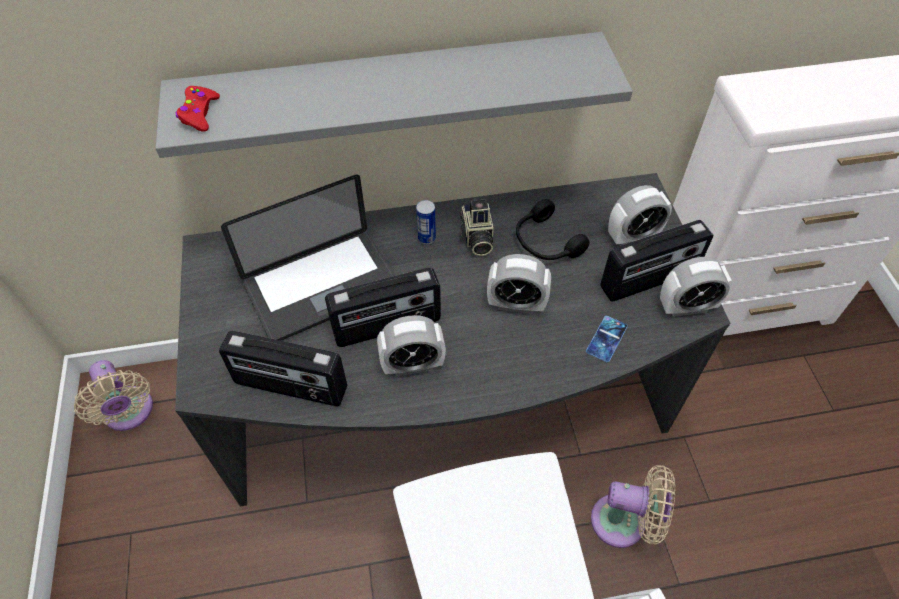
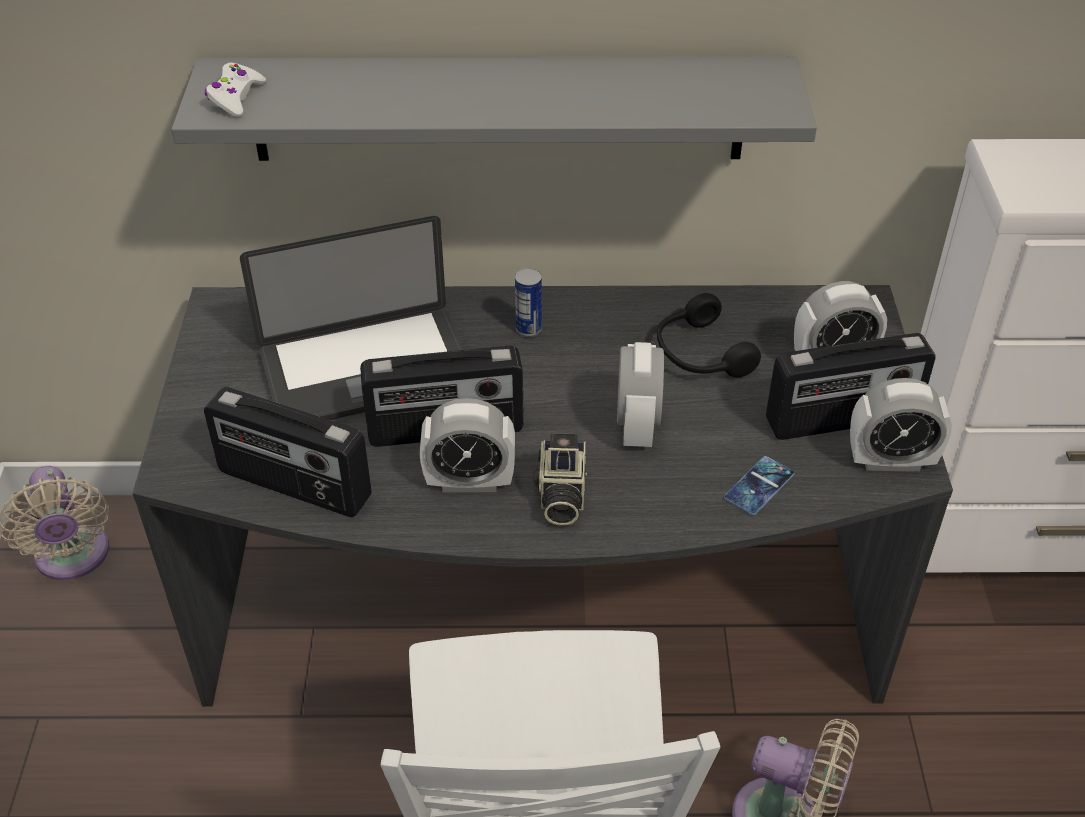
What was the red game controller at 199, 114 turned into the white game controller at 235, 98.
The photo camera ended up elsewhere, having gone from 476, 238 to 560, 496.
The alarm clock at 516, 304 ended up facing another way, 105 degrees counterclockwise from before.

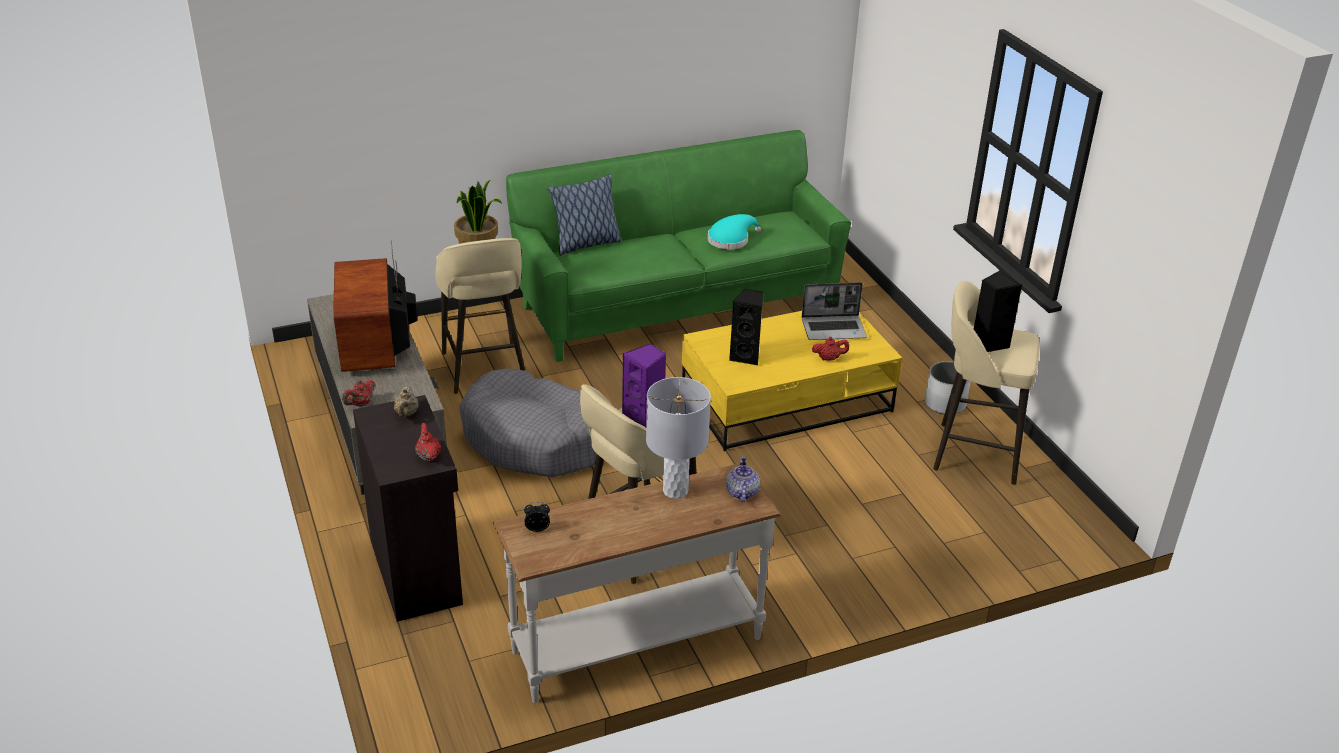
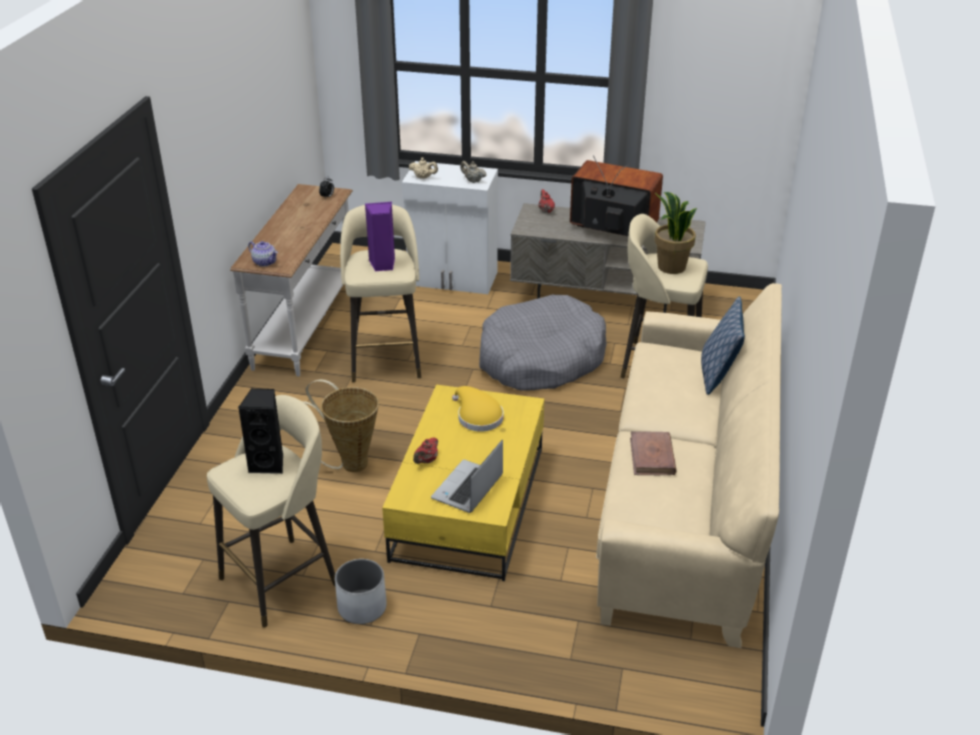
What was the black cabinet at 417, 571 turned into the white cabinet at 453, 279.
What was the red teapot at 428, 456 turned into the beige teapot at 423, 177.
What was the green sofa at 677, 306 turned into the beige sofa at 684, 508.
The second view lost the grey table lamp at 675, 490.
Where the turquoise hat stood at 731, 239, the brown book came to stand at 652, 456.
Where the black speaker stood at 746, 356, the yellow hat came to stand at 477, 417.
The second view gained the basket at 348, 463.

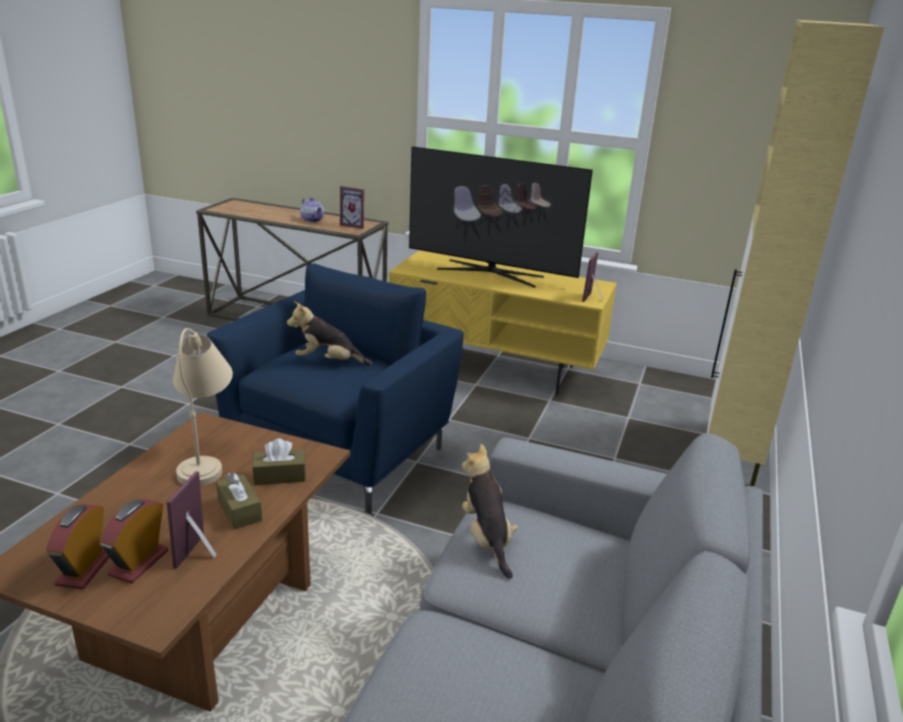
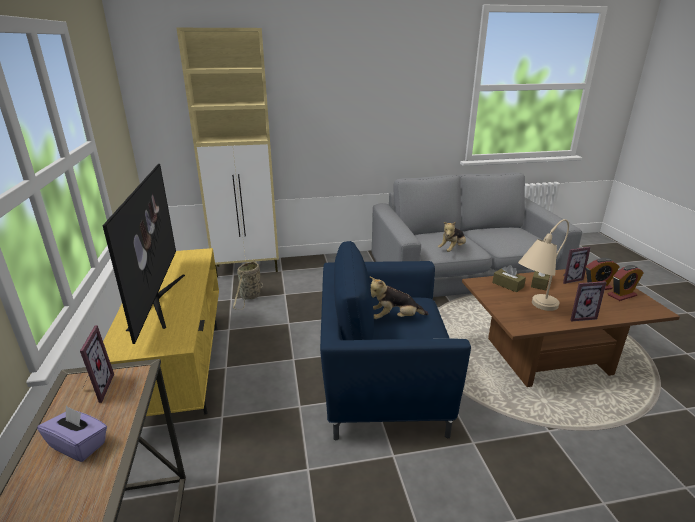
The plush toy at 328, 362 ended up facing another way, 105 degrees clockwise from before.
Where the teapot stood at 313, 220, the purple tissue box came to stand at 79, 445.
The picture frame ended up elsewhere, having gone from 594, 298 to 579, 316.
The second view gained the basket at 250, 297.

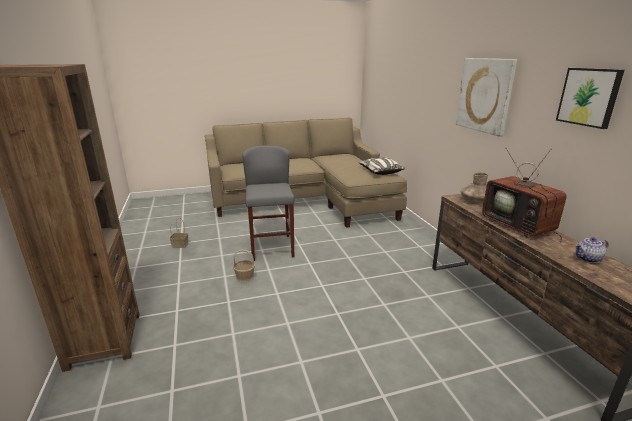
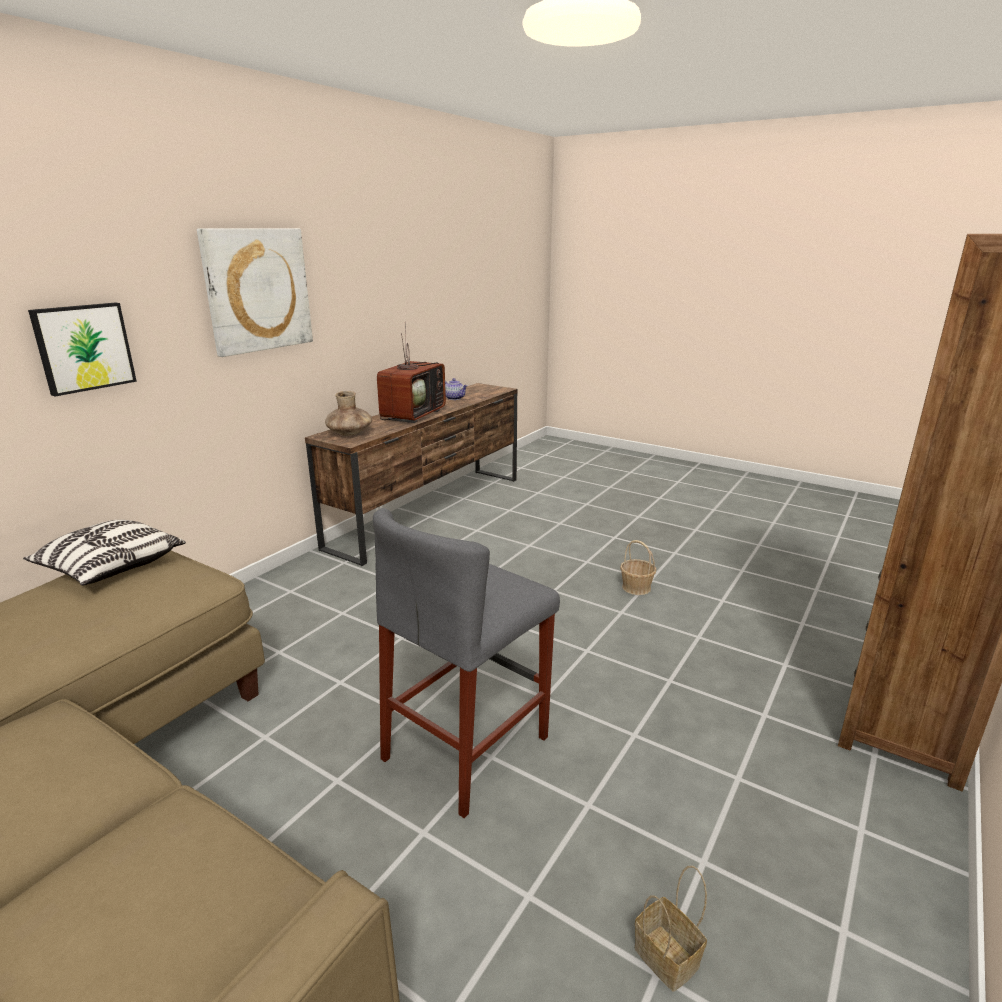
The basket ended up elsewhere, having gone from 244, 277 to 636, 588.
The picture ended up elsewhere, having gone from 589, 97 to 83, 347.

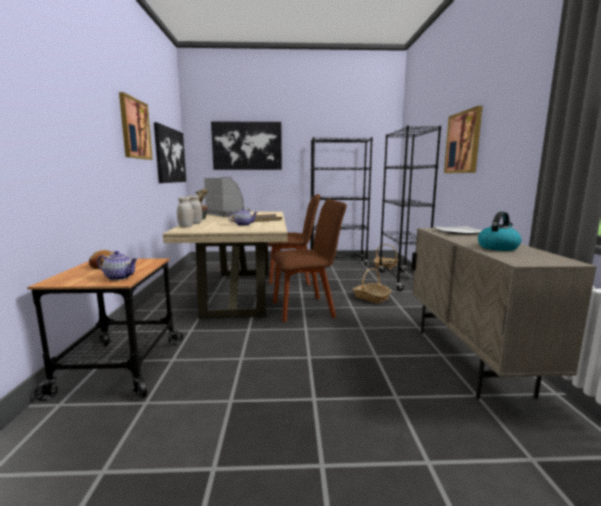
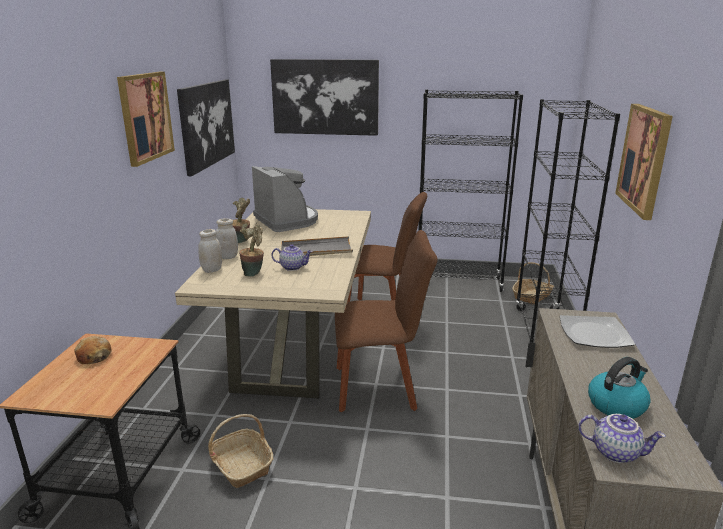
The teapot ended up elsewhere, having gone from 120, 277 to 616, 452.
The basket ended up elsewhere, having gone from 371, 298 to 241, 465.
The second view gained the potted plant at 254, 273.

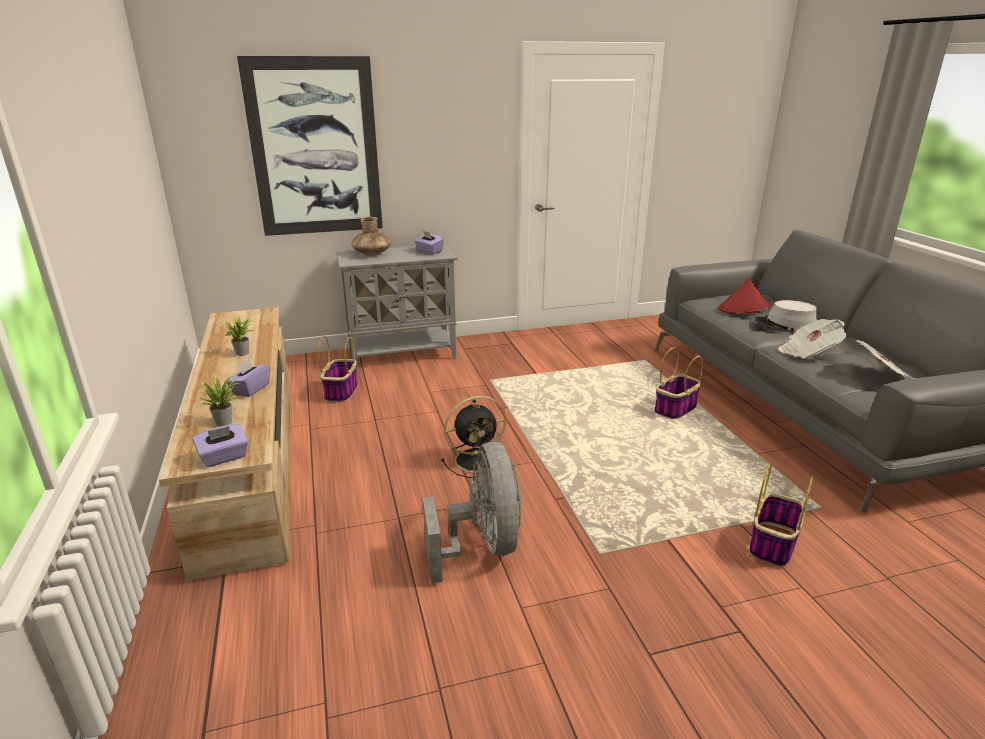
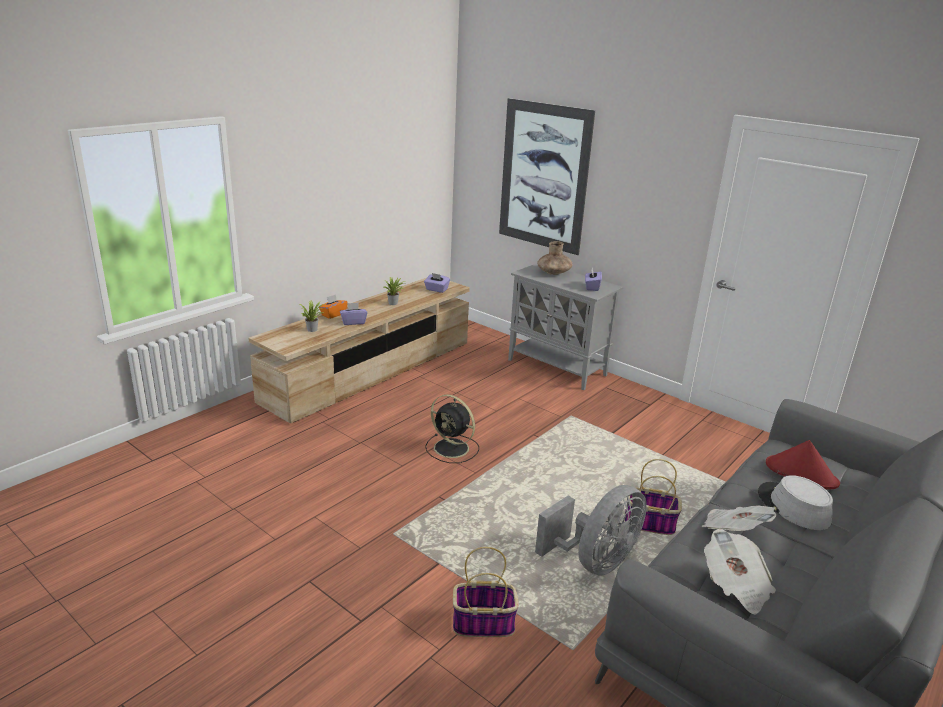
The purple tissue box ended up elsewhere, having gone from 224, 457 to 436, 290.
The second view lost the basket at 341, 392.
The grey fan ended up elsewhere, having gone from 482, 546 to 595, 562.
The second view gained the orange tissue box at 333, 314.

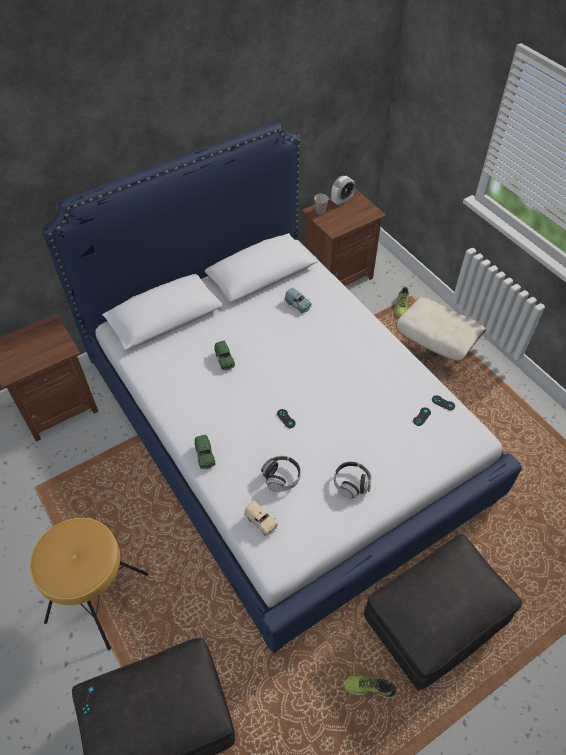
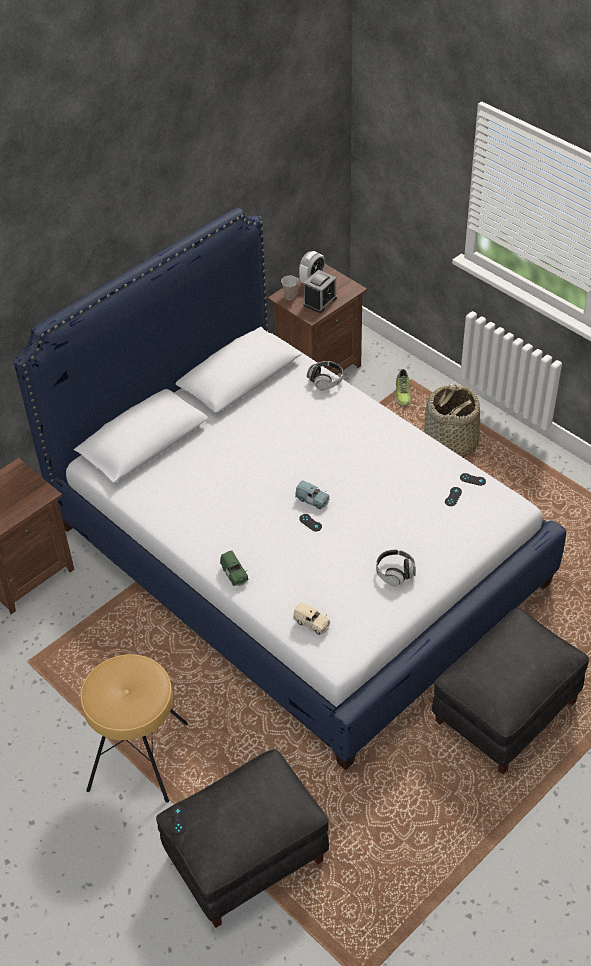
The second view lost the green toy car at 224, 360.
The headphones ended up elsewhere, having gone from 281, 477 to 325, 381.
The blue toy car ended up elsewhere, having gone from 298, 305 to 312, 500.
The second view lost the shoe at 369, 687.
Where the beige ottoman stood at 432, 356, the basket came to stand at 450, 443.
The second view gained the alarm clock at 320, 301.

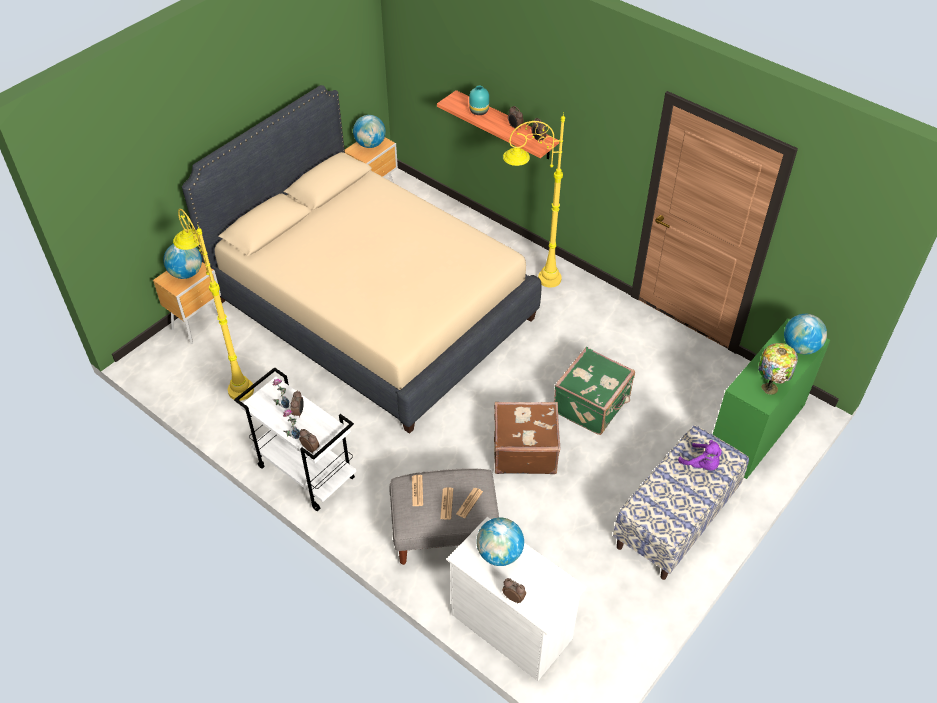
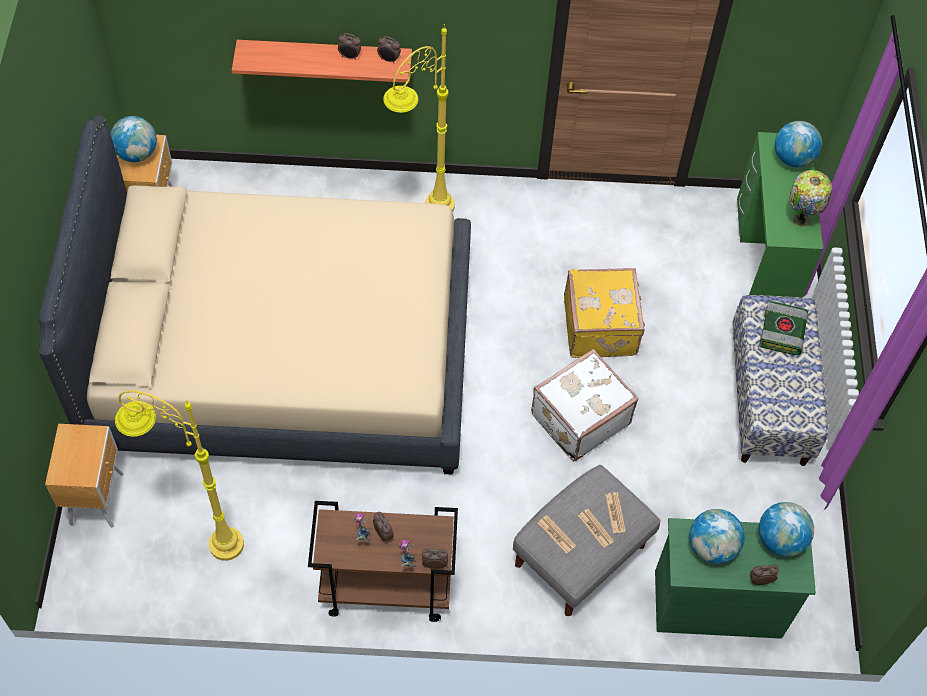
The globe ended up elsewhere, having gone from 186, 273 to 780, 540.
What was the white cart at 304, 472 turned into the brown cart at 384, 589.
What was the white dresser at 511, 626 turned into the green dresser at 716, 604.
The second view lost the turquoise vase at 478, 111.
What was the brown suitcase at 524, 450 turned into the white suitcase at 579, 418.
What was the green suitcase at 592, 405 turned into the yellow suitcase at 601, 326.
Where the purple plush toy stood at 702, 464, the book came to stand at 782, 333.

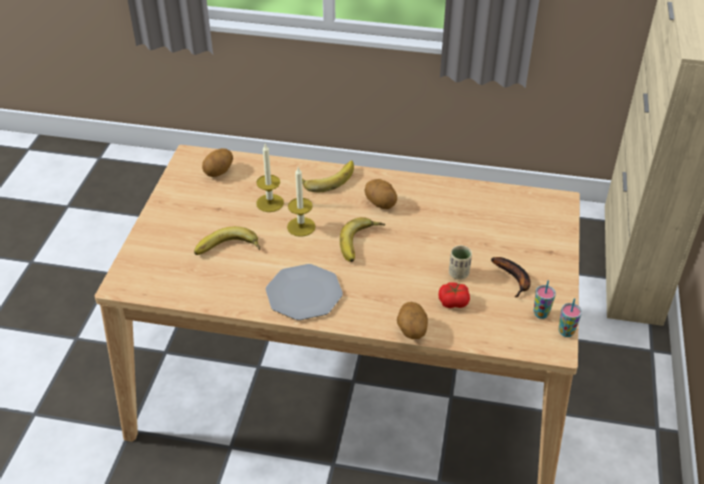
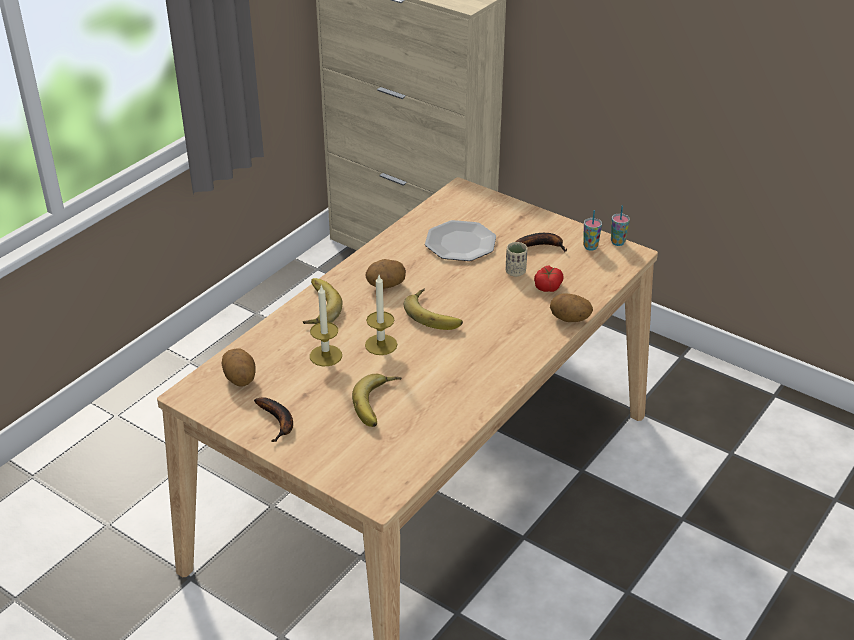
The plate ended up elsewhere, having gone from 304, 293 to 460, 243.
The second view gained the banana at 278, 422.

